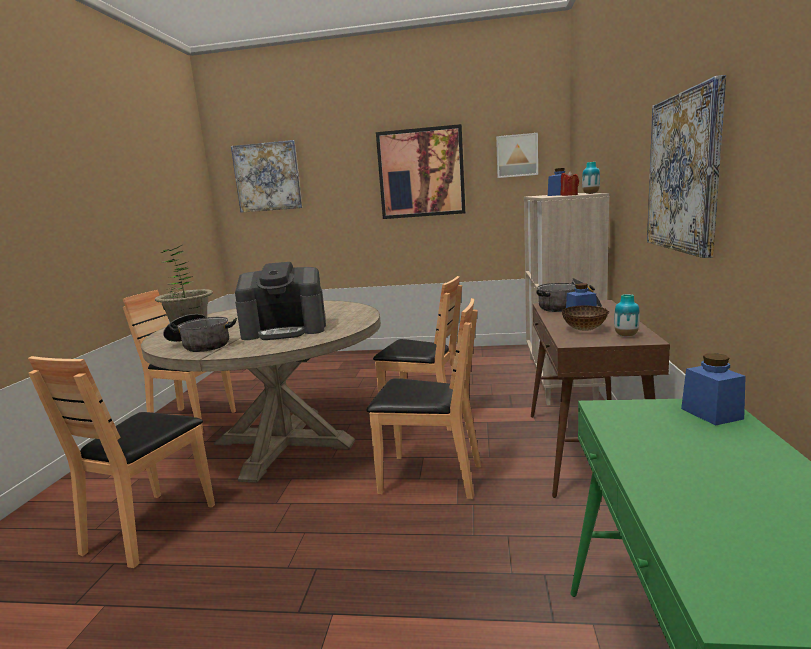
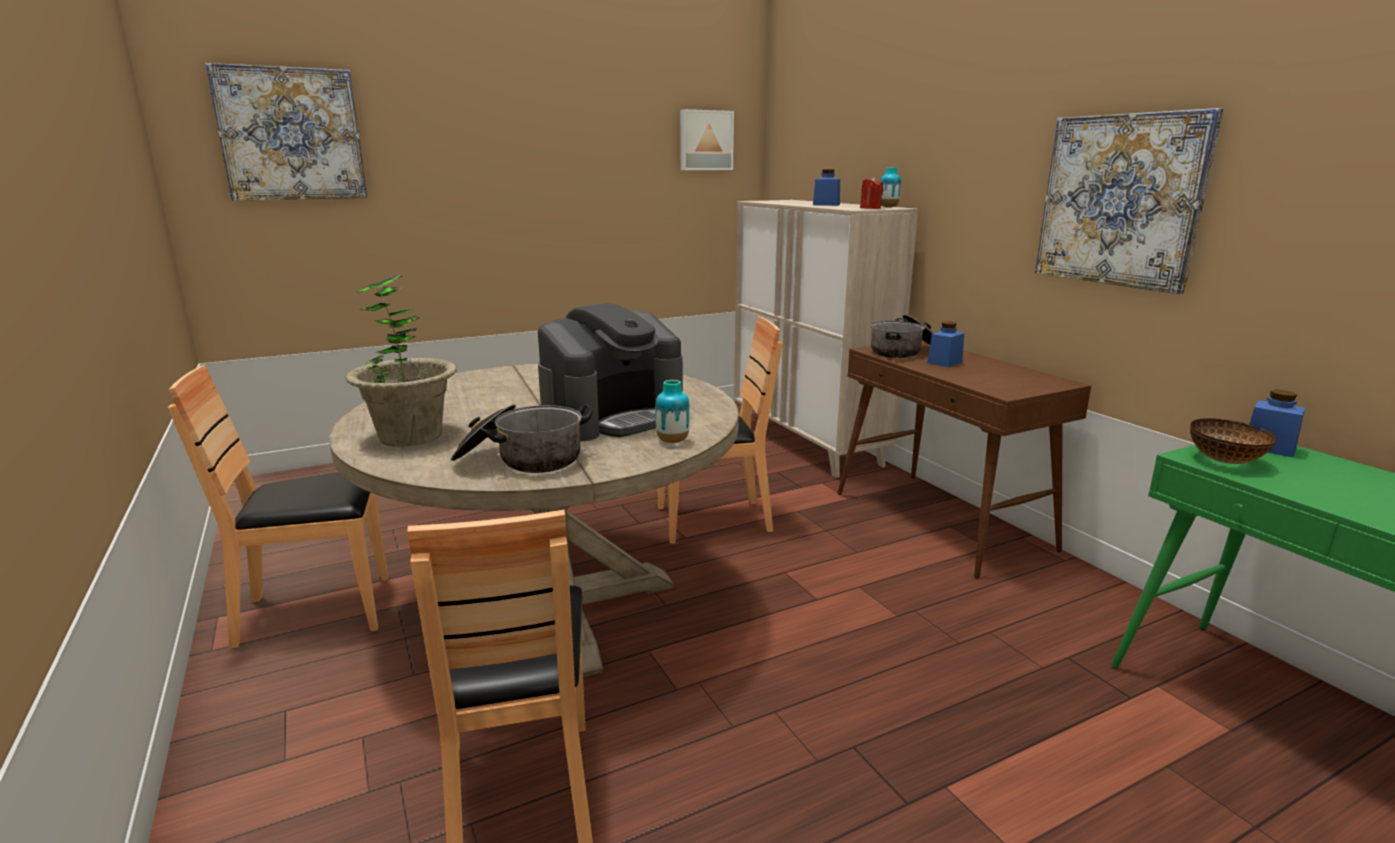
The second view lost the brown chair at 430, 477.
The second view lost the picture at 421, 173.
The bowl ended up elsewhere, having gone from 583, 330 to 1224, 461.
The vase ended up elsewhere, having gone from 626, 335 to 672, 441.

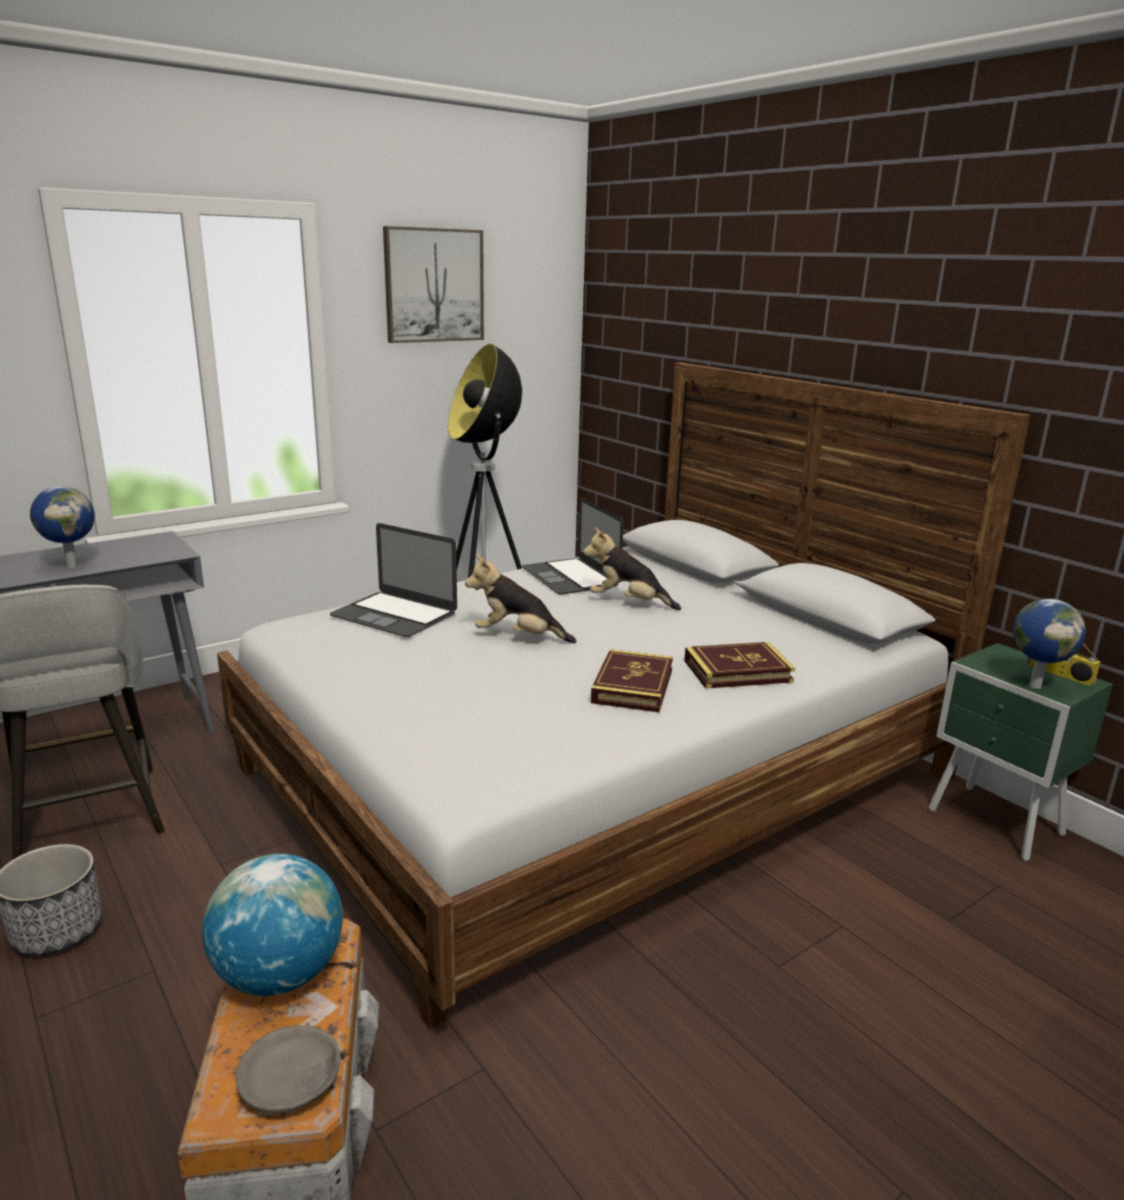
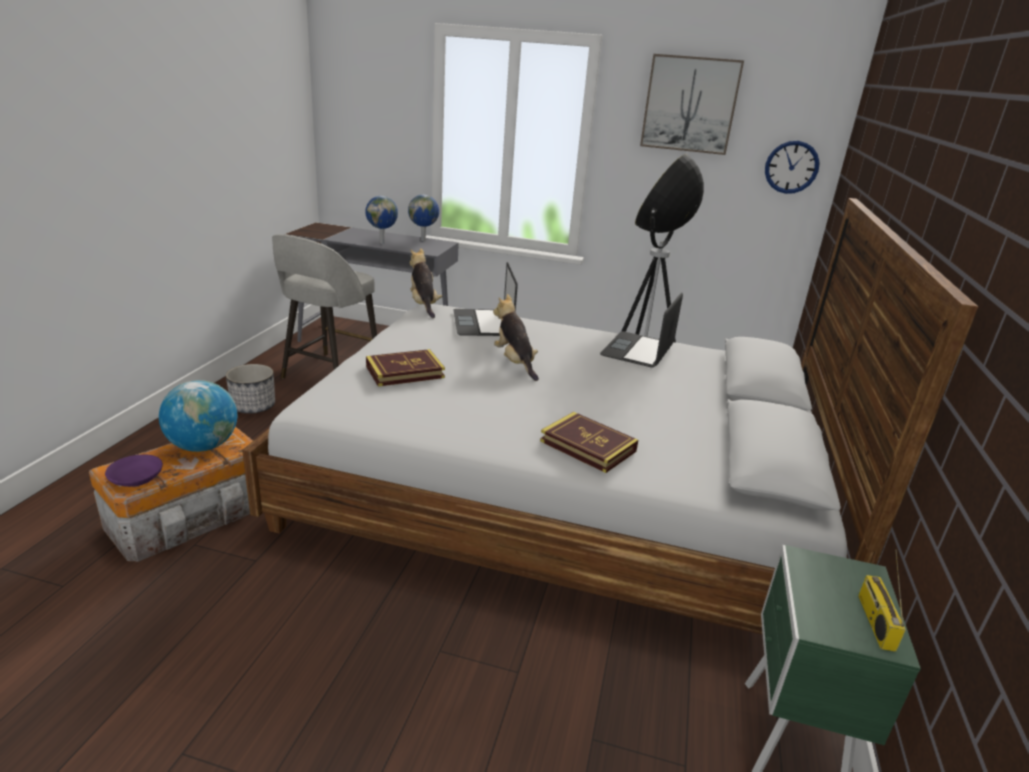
What was the grey bowl at 291, 1083 turned into the purple bowl at 135, 478.
The plush toy ended up elsewhere, having gone from 628, 603 to 423, 305.
The book ended up elsewhere, having gone from 632, 686 to 405, 372.
The globe ended up elsewhere, having gone from 1034, 686 to 424, 240.
The second view gained the wall clock at 791, 167.

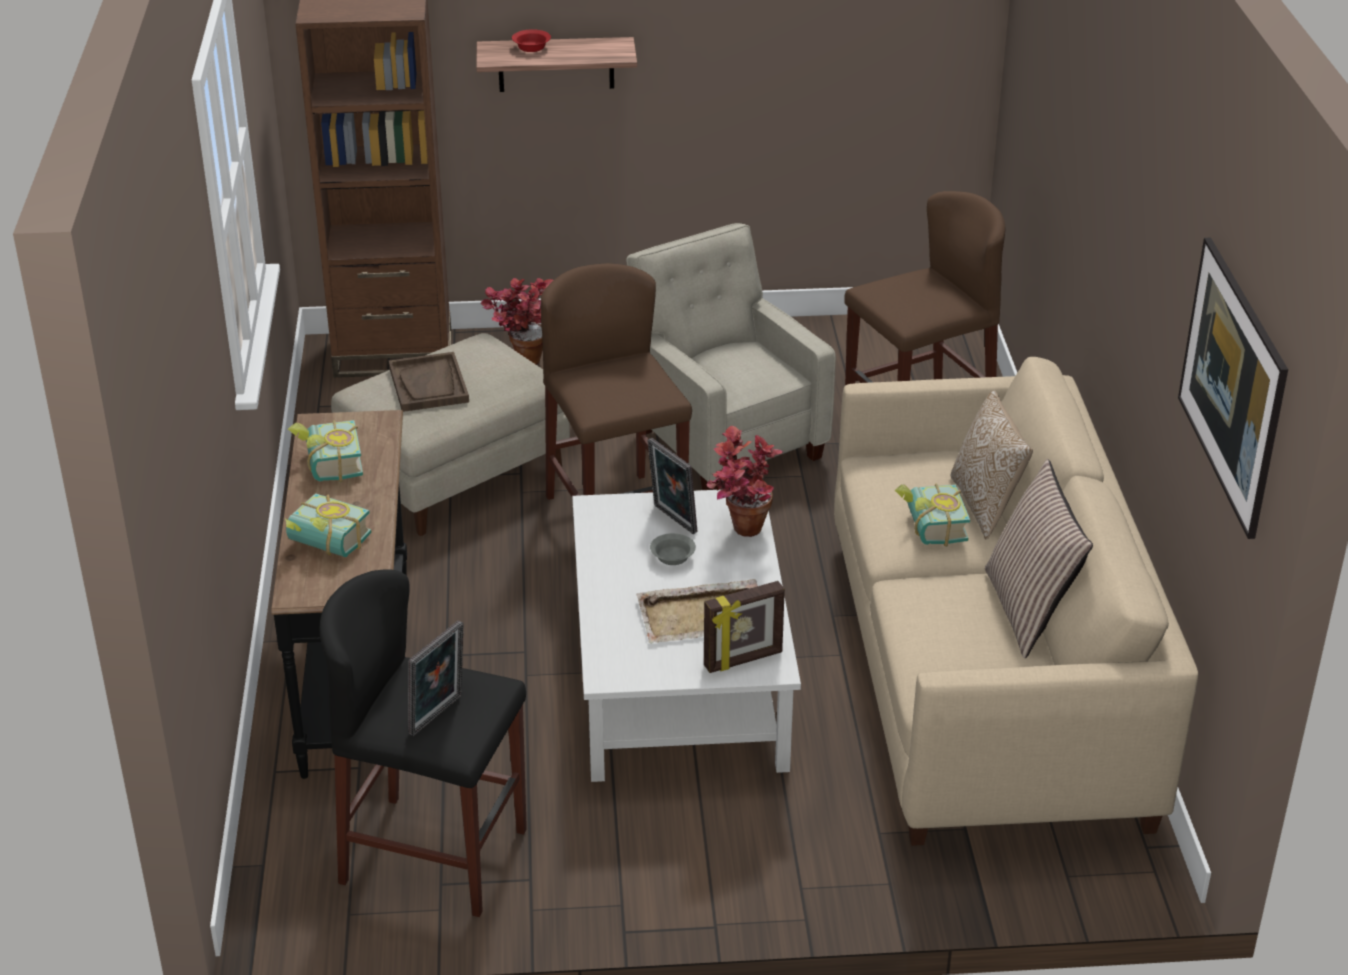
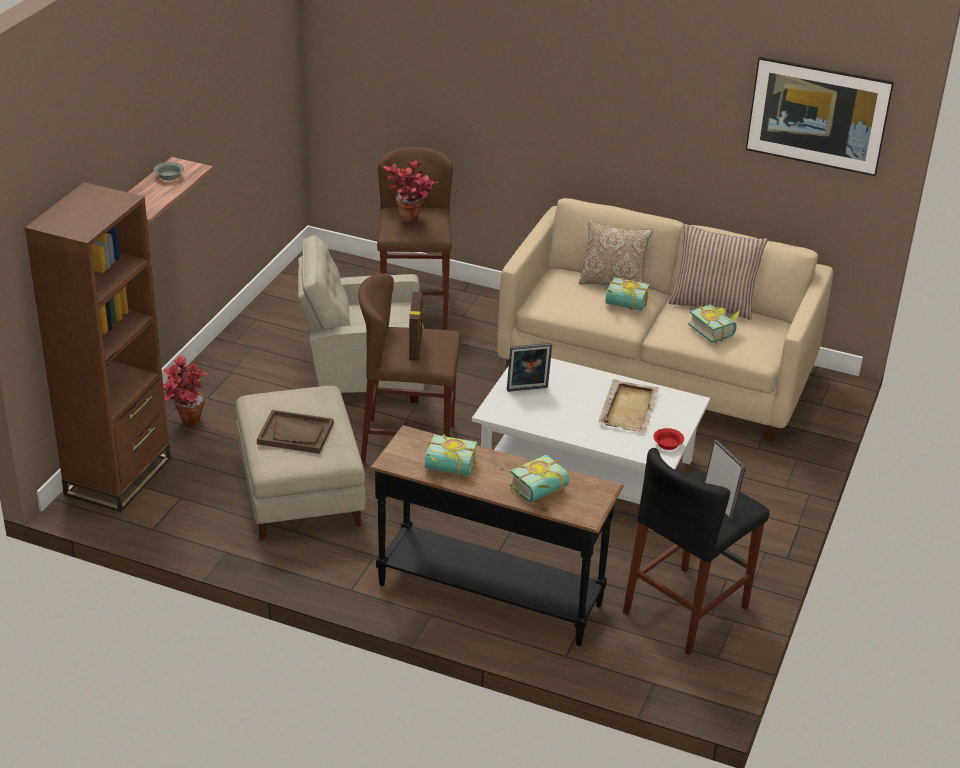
The red bowl ended up elsewhere, having gone from 532, 48 to 668, 444.
The grey bowl ended up elsewhere, having gone from 671, 557 to 168, 176.
The picture frame ended up elsewhere, having gone from 743, 660 to 416, 347.
The potted plant ended up elsewhere, having gone from 740, 534 to 411, 222.
The second view gained the book at 715, 330.

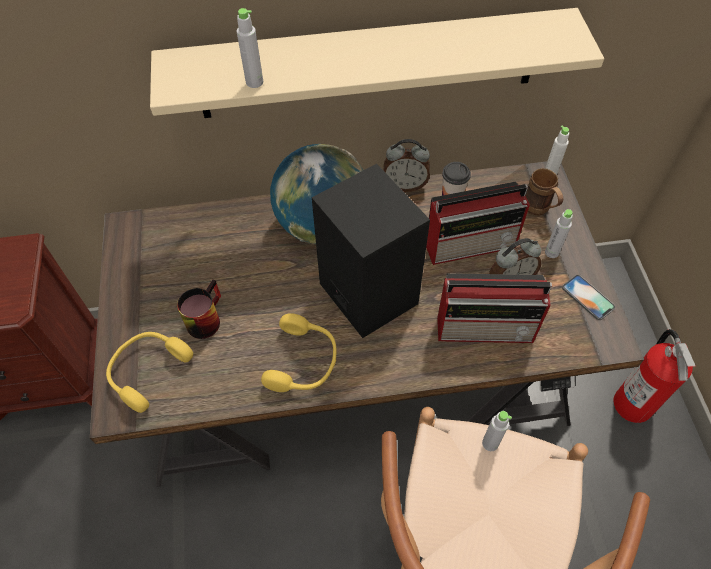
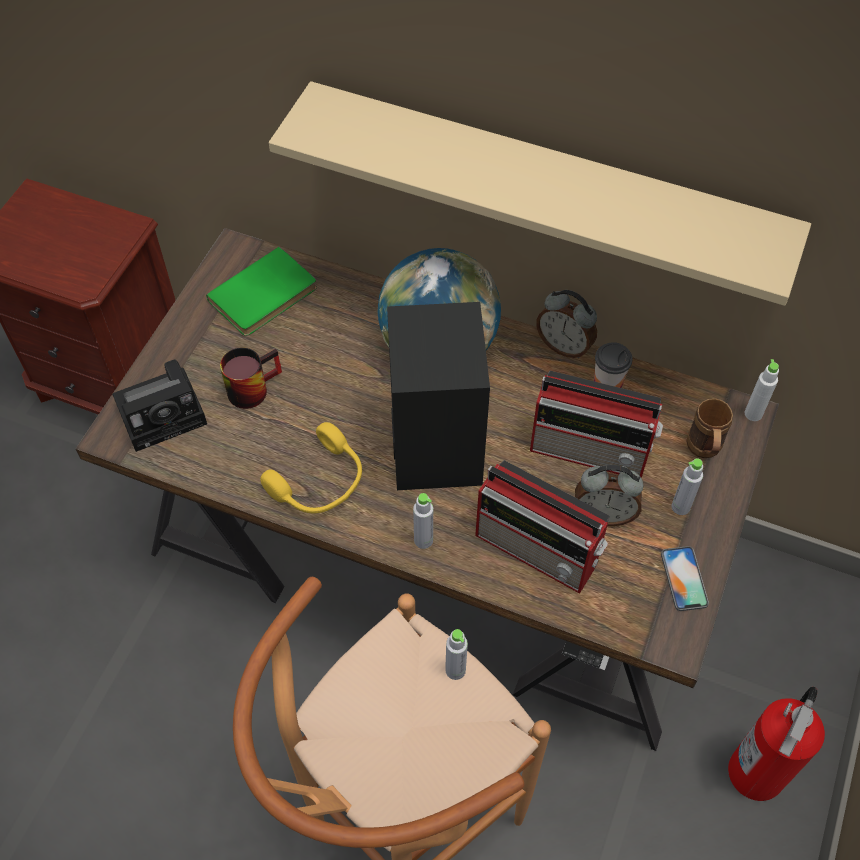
Where the yellow headphones stood at 147, 371, the photo camera came to stand at 165, 412.
The grey bottle ended up elsewhere, having gone from 254, 82 to 423, 540.
The second view gained the green book at 265, 296.

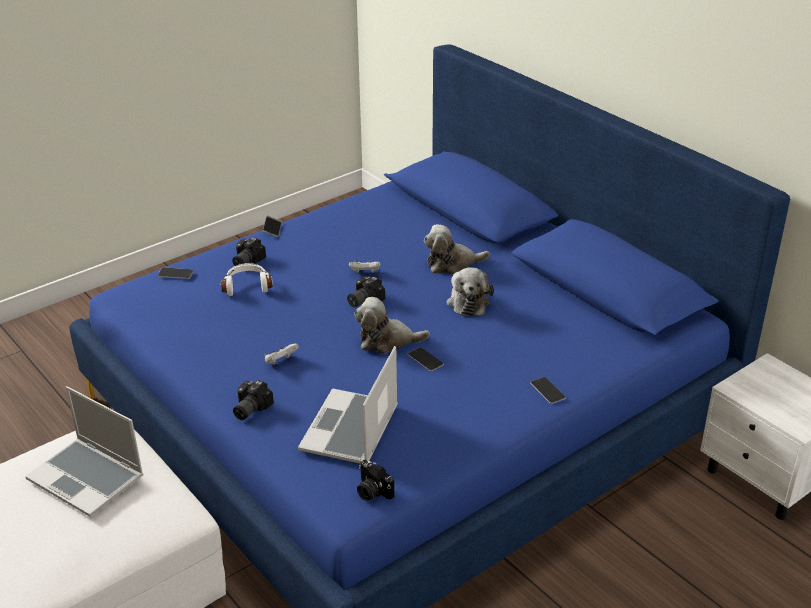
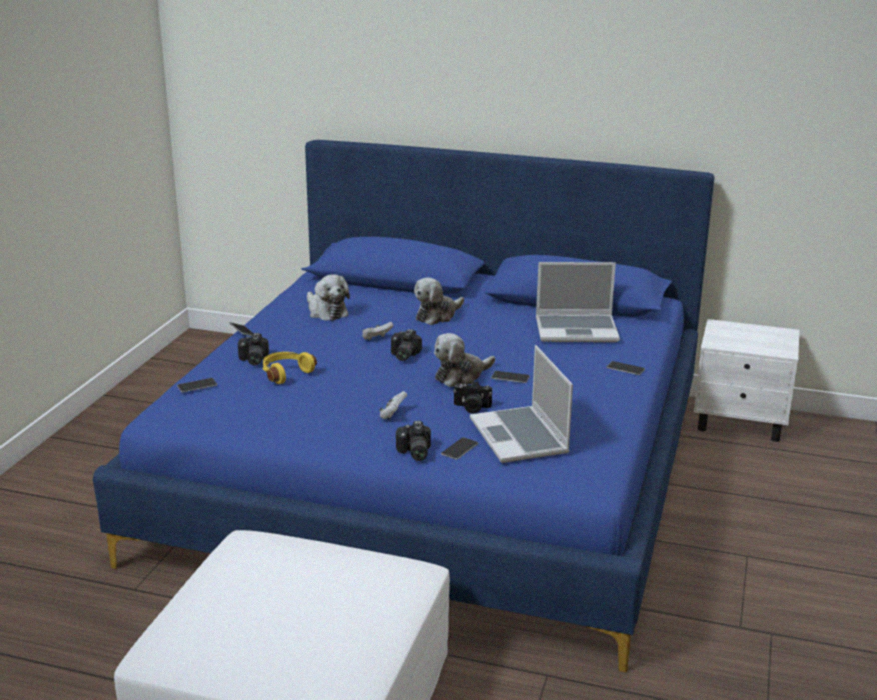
The laptop ended up elsewhere, having gone from 88, 478 to 577, 330.
What was the white headphones at 247, 285 turned into the yellow headphones at 285, 373.
The photo camera ended up elsewhere, having gone from 372, 491 to 471, 408.
The plush toy ended up elsewhere, having gone from 468, 301 to 326, 312.
The second view gained the phone at 459, 448.

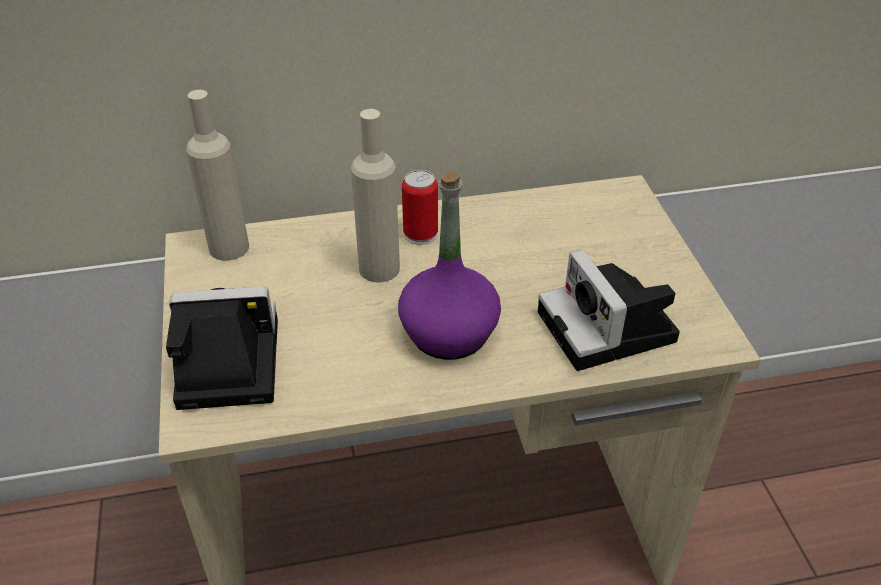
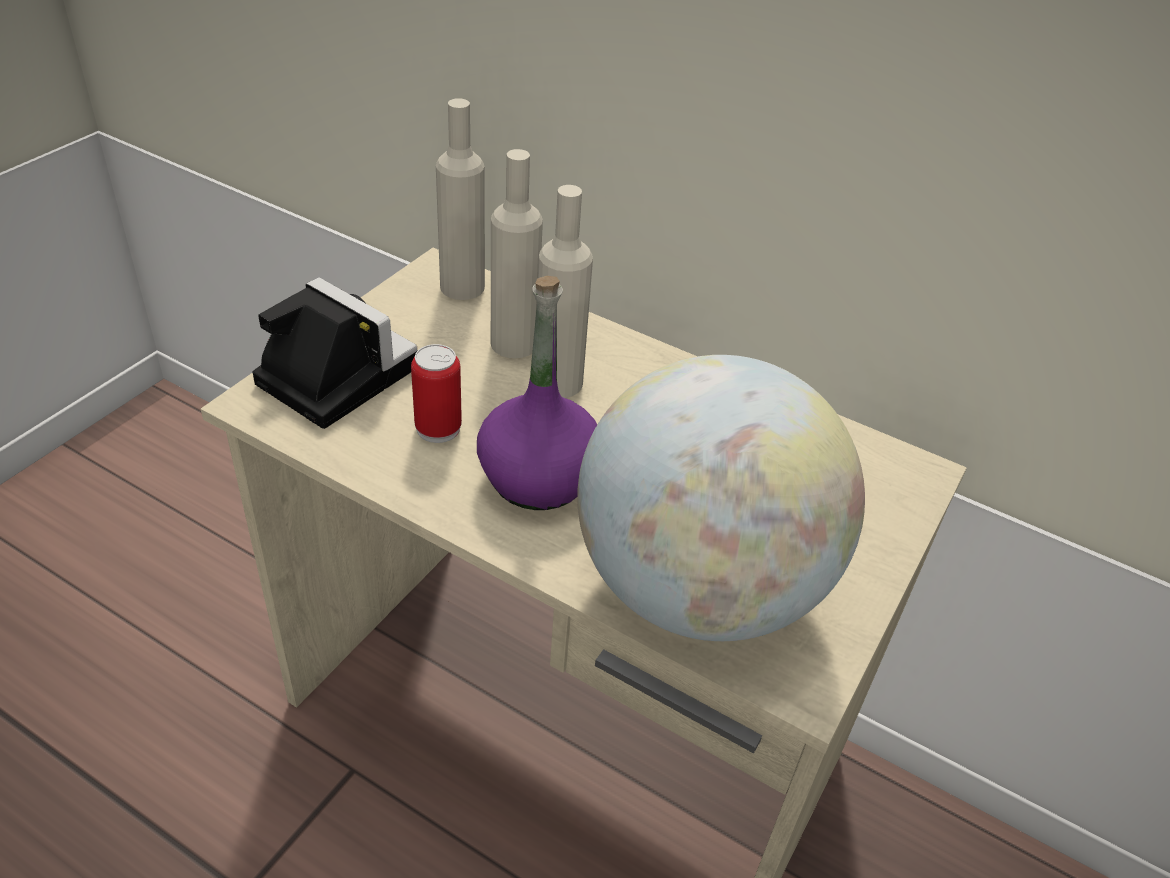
The can ended up elsewhere, having gone from 420, 234 to 438, 428.
Where the photo camera stood at 610, 329, the globe came to stand at 698, 587.
The second view gained the beige bottle at 514, 343.

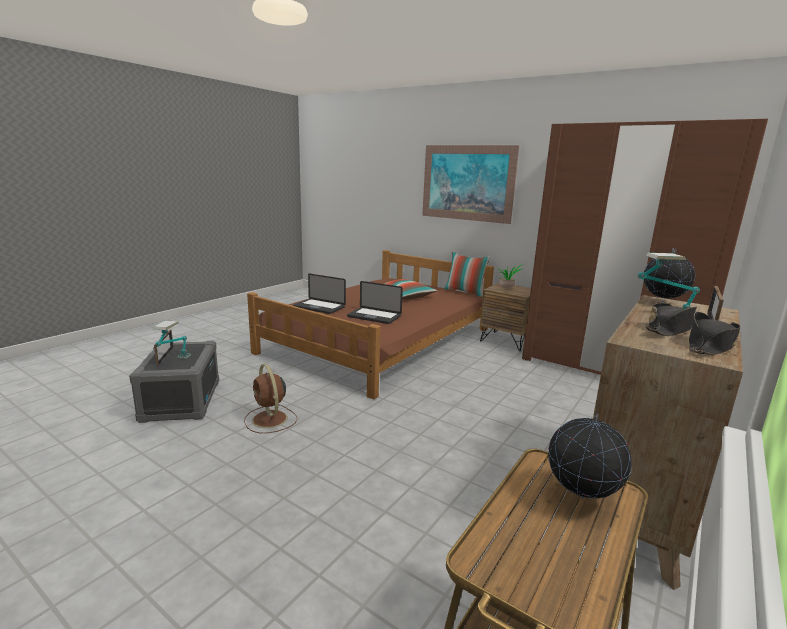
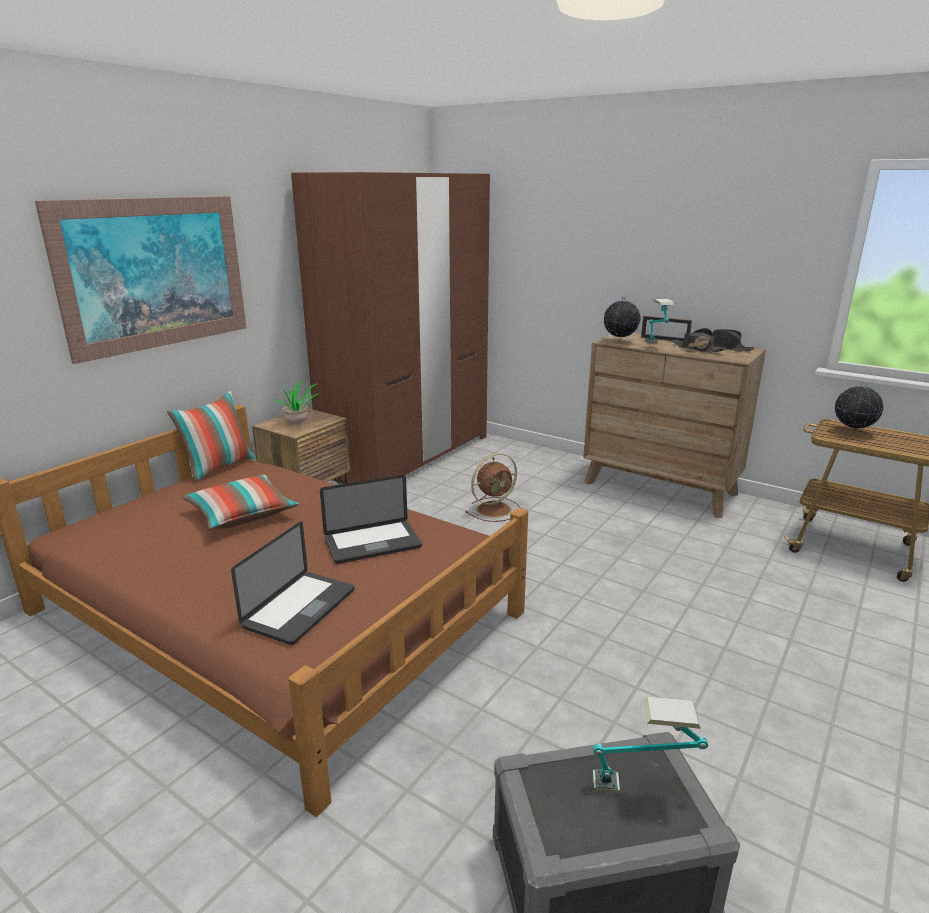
The second view lost the picture frame at 165, 356.
The brown fan ended up elsewhere, having gone from 270, 420 to 495, 509.
The laptop at 374, 316 ended up facing another way, 45 degrees clockwise from before.

